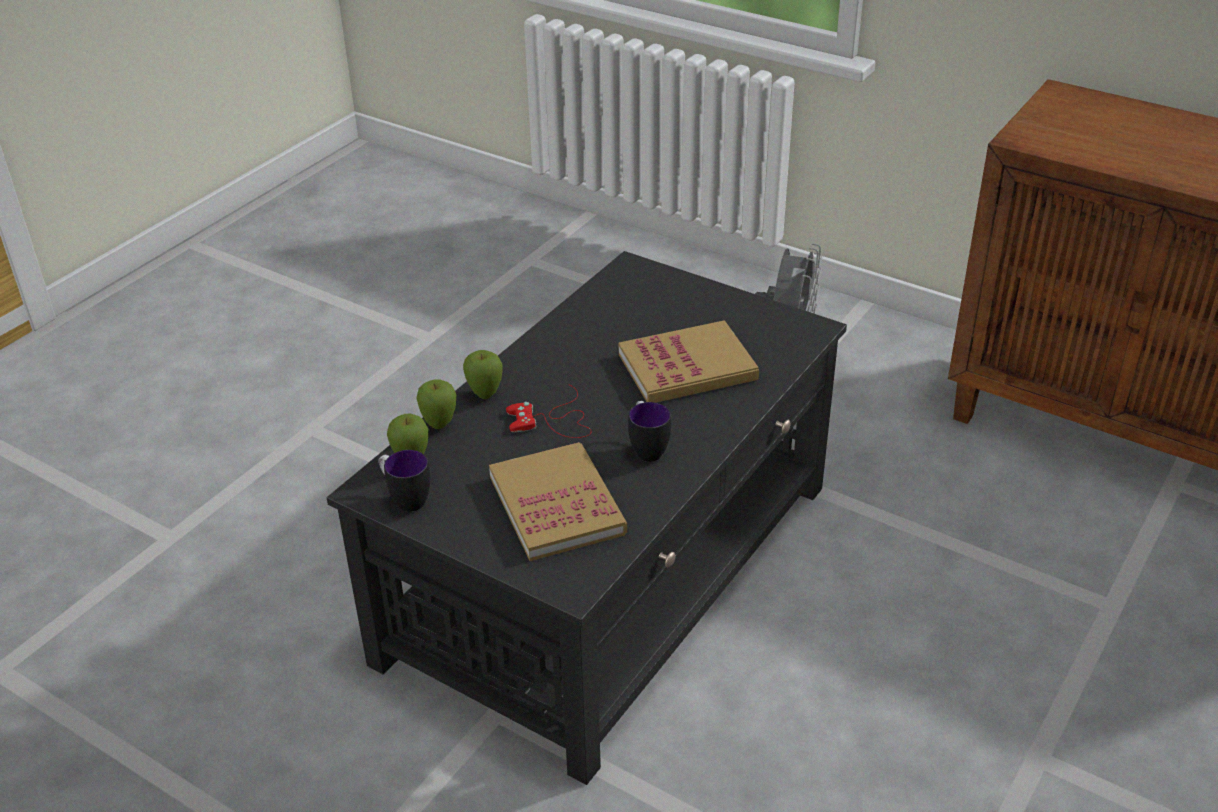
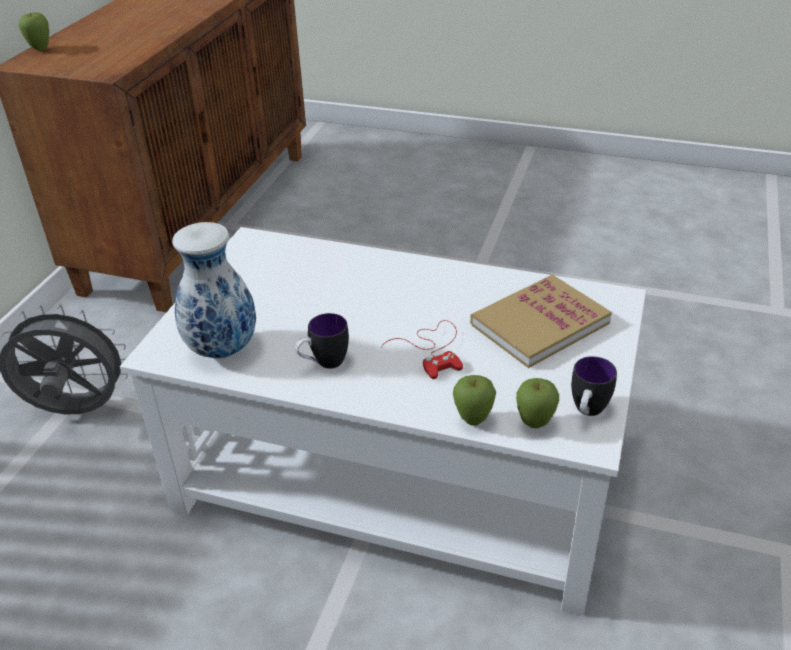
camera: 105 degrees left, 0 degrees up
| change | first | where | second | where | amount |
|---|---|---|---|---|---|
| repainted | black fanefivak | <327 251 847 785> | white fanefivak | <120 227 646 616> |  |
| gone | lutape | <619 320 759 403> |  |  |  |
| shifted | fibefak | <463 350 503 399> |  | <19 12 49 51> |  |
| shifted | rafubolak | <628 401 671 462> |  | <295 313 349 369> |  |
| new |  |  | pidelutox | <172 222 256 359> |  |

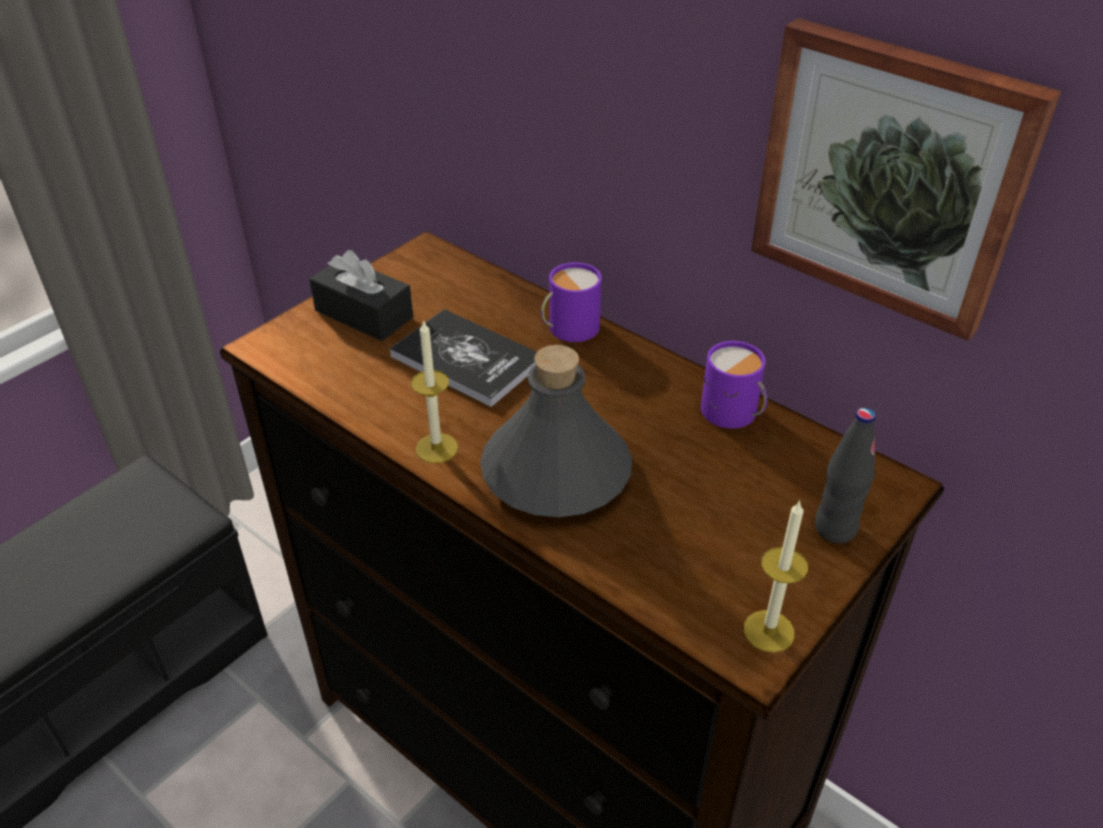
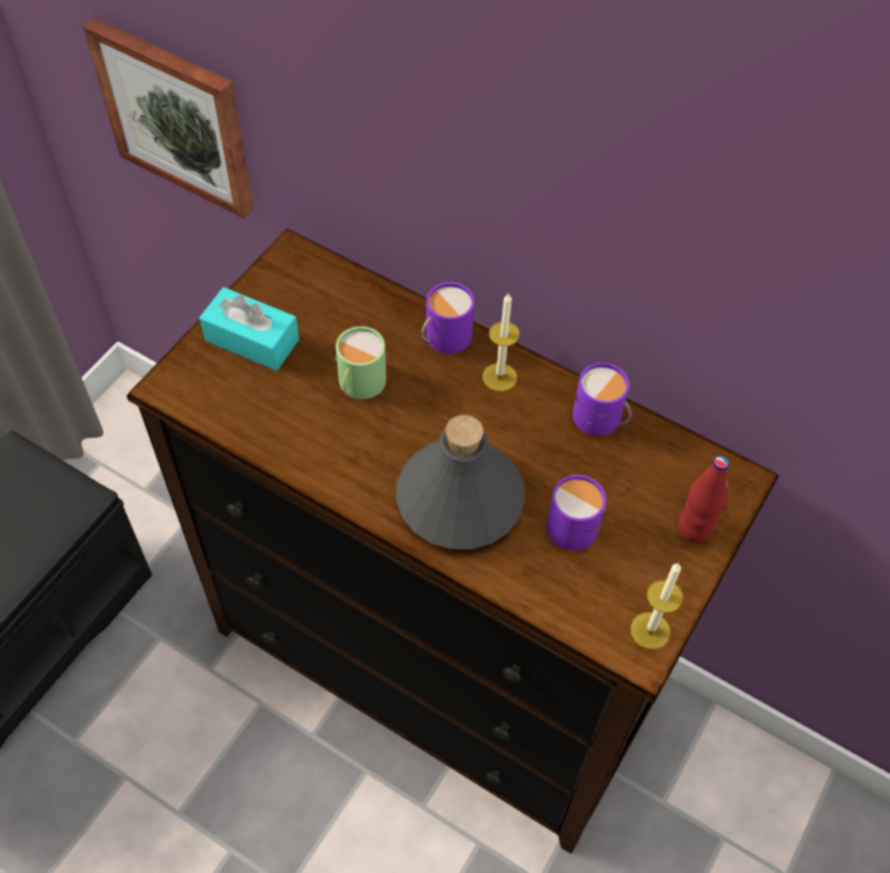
camera: 10 degrees left, 15 degrees up
| change | first | where | second | where | amount |
|---|---|---|---|---|---|
| shifted | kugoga | <751 18 1061 341> |  | <83 17 253 219> |  |
| repainted | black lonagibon | <309 250 413 341> | turquoise lonagibon | <199 287 299 371> |  |
| swapped | lutape | <390 309 537 407> | green rafubolak | <335 326 386 399> |  |
| shifted | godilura | <411 319 458 463> |  | <483 292 520 392> |  |
| repainted | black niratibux | <815 408 876 543> | red niratibux | <678 456 729 543> |  |
| new |  |  | purple rafubolak | <547 475 606 551> |  |

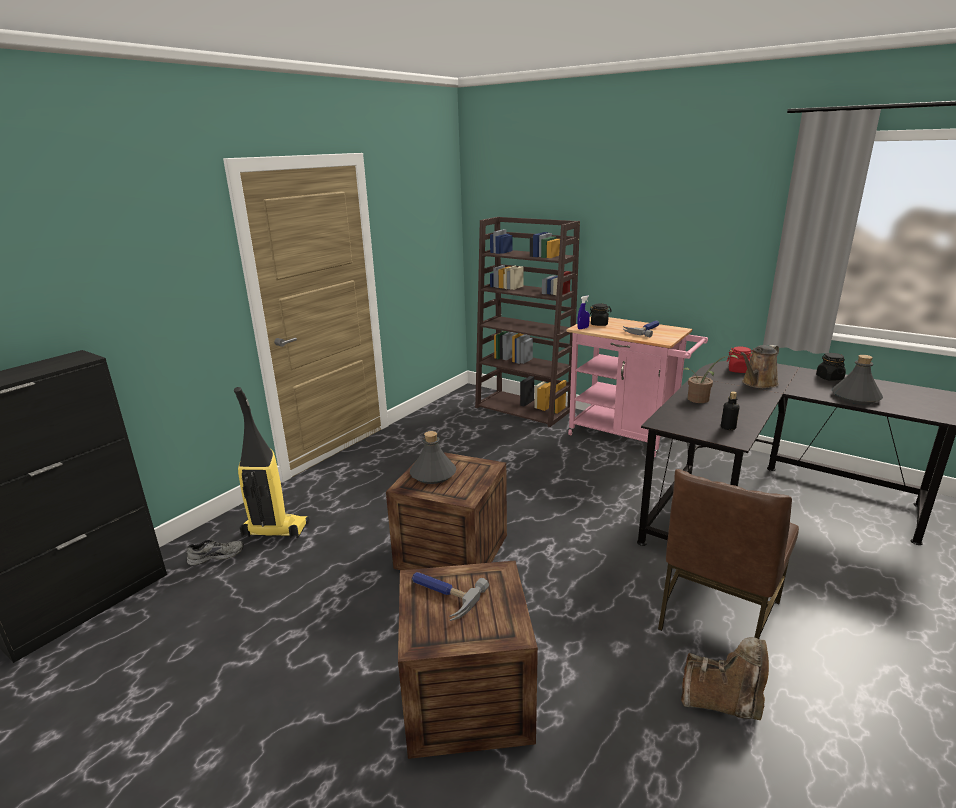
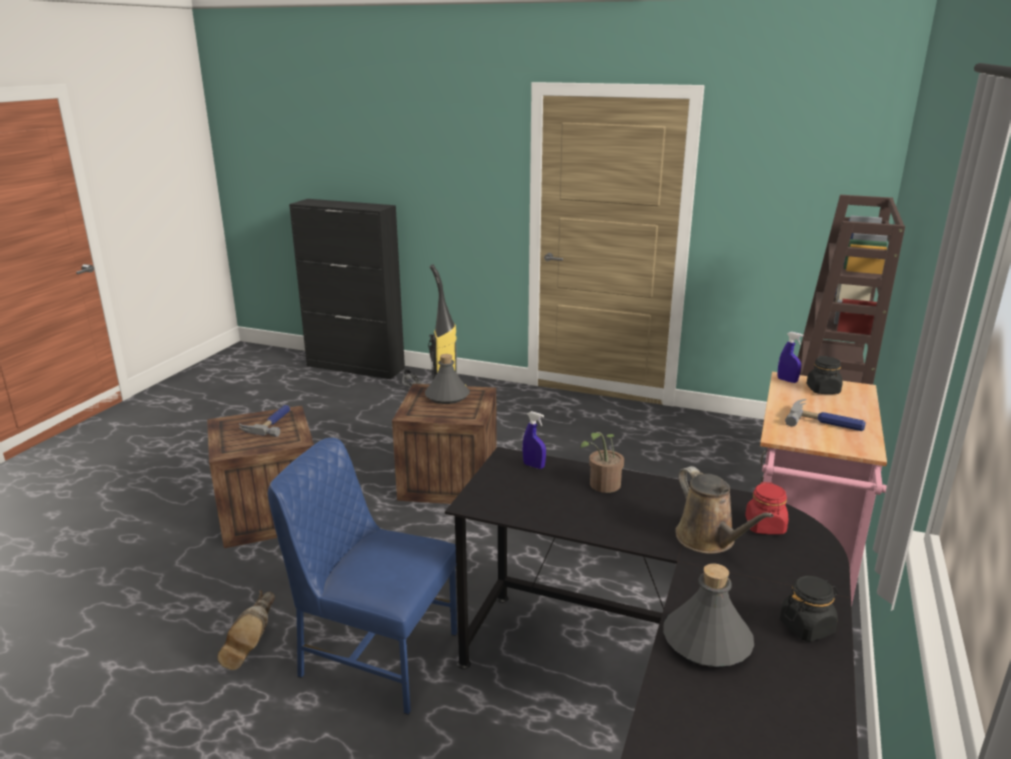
camera: 75 degrees right, 0 degrees up
| change | first | where | second | where | amount |
|---|---|---|---|---|---|
| rotated | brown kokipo | <741 345 779 389> |  | <676 466 774 554> | 150 degrees counterclockwise |
| gone | niratibux | <721 391 740 430> |  |  |  |
| repainted | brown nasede | <658 469 799 639> | blue nasede | <268 438 457 715> |  |
| new |  |  | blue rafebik | <522 411 546 469> |  |

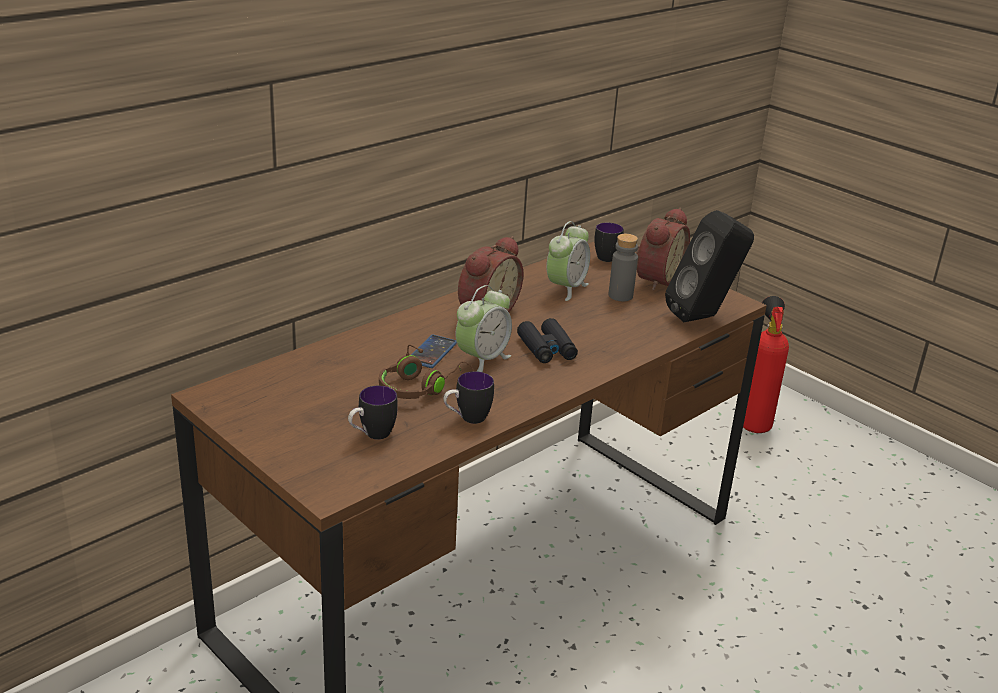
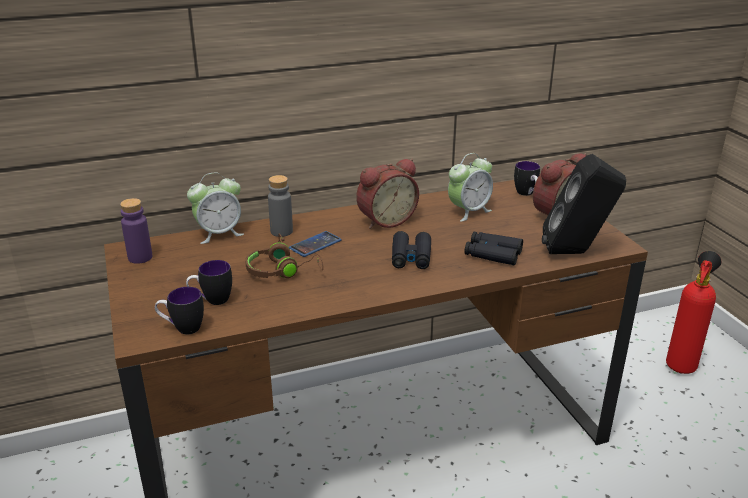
camera: 25 degrees right, 0 degrees up
| change | first | where | second | where | amount |
|---|---|---|---|---|---|
| shifted | grey niratibux | <609 234 638 301> |  | <268 175 293 237> |  |
| shifted | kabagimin | <456 285 512 372> |  | <187 172 244 244> |  |
| shifted | rafubolak | <443 371 494 424> |  | <155 287 204 335> |  |
| new |  |  | purple niratibux | <120 198 153 264> |  |
| new |  |  | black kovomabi | <465 232 523 265> |  |

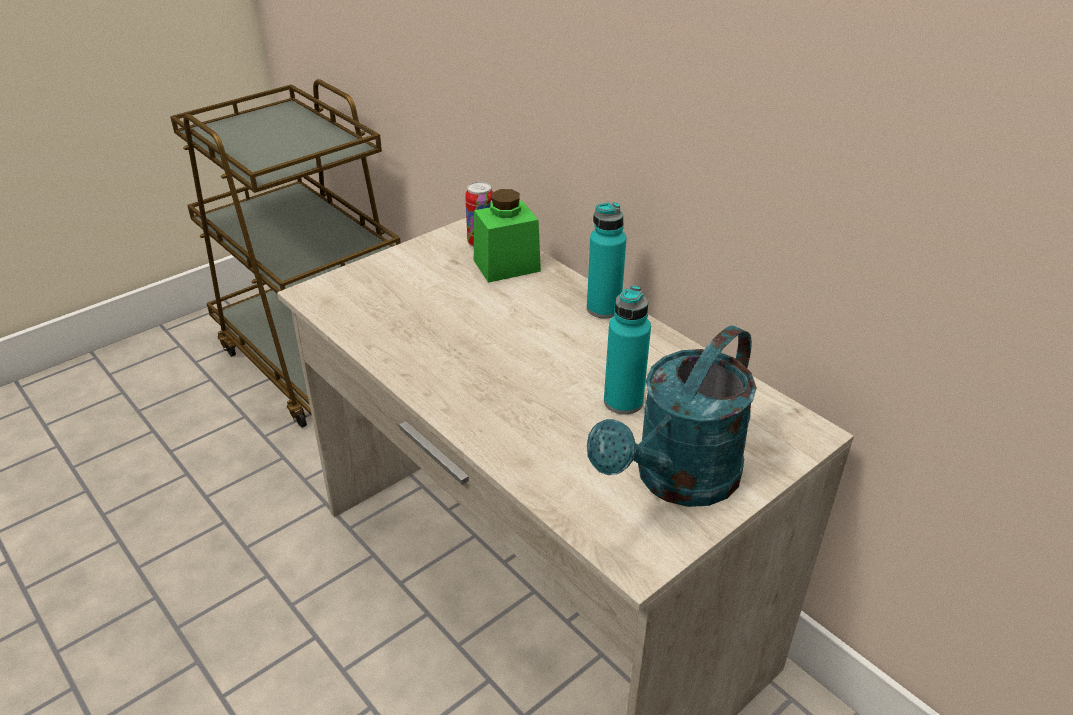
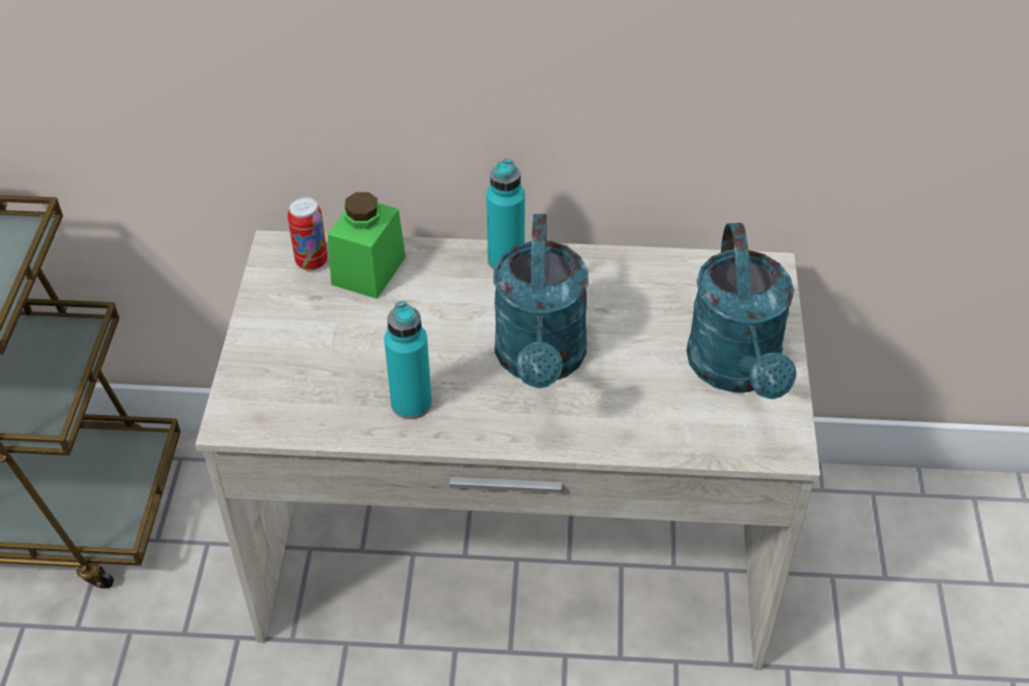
camera: 45 degrees left, 10 degrees up
| change | first | where | second | where | amount |
|---|---|---|---|---|---|
| shifted | turquoise niratibux | <604 285 651 415> |  | <384 301 432 419> |  |
| new |  |  | turquoise kokipo | <493 214 588 388> |  |

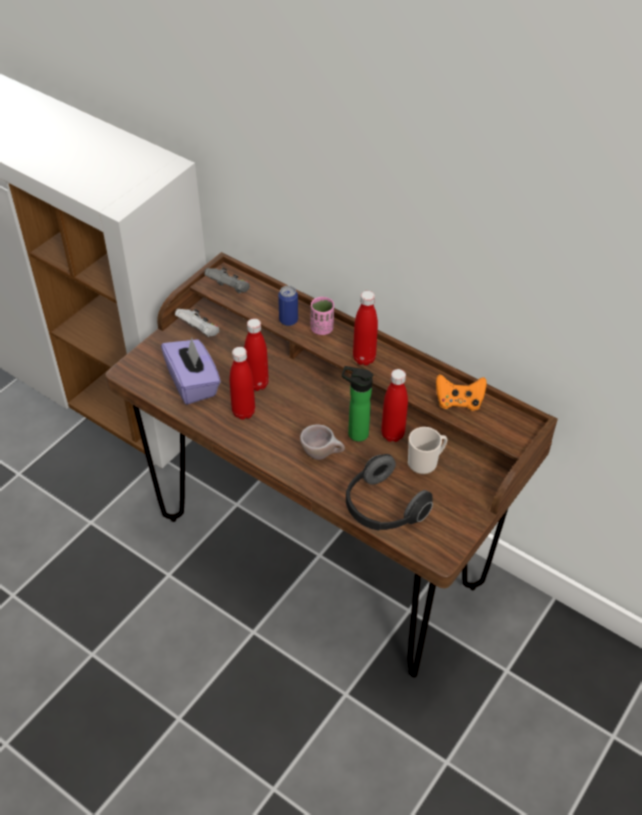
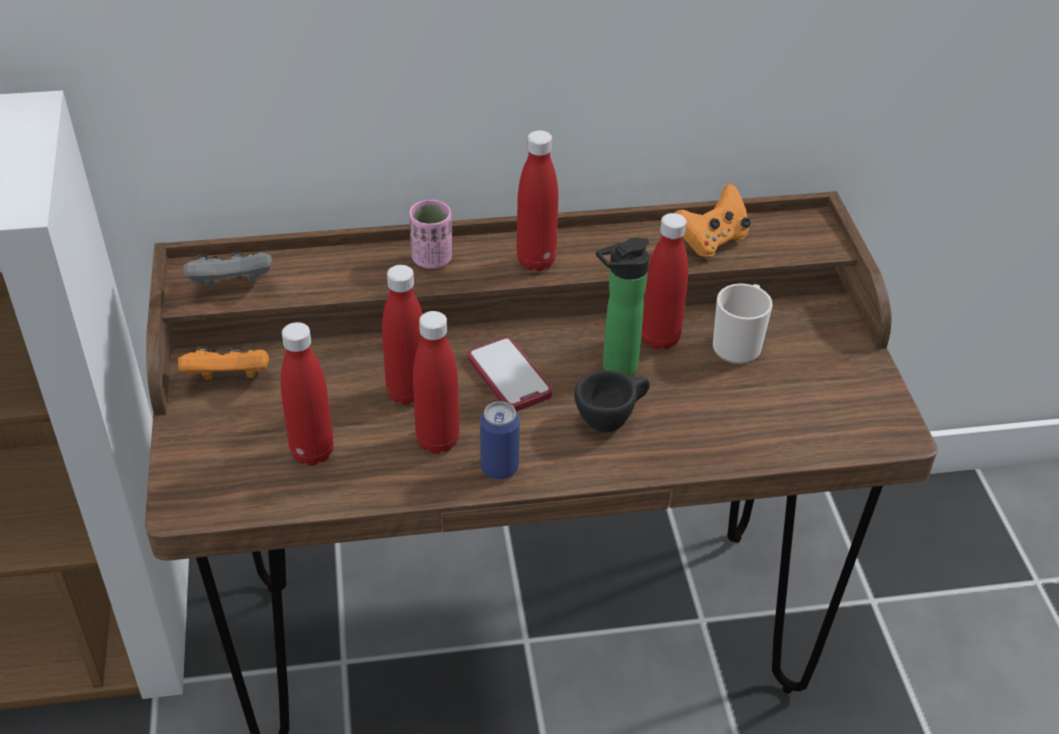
camera: 45 degrees left, 5 degrees down
| change | first | where | second | where | amount |
|---|---|---|---|---|---|
| shifted | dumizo | <278 286 298 326> |  | <480 401 520 480> |  |
| repainted | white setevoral | <175 309 219 337> | orange setevoral | <178 346 269 380> |  |
| swapped | purple lonagibon | <161 338 221 405> | red niratibux | <281 322 334 466> |  |
| repainted | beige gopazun | <300 424 345 460> | black gopazun | <574 370 650 432> |  |
| gone | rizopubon | <346 454 433 530> |  |  |  |
| new |  |  | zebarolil | <468 337 552 412> |  |

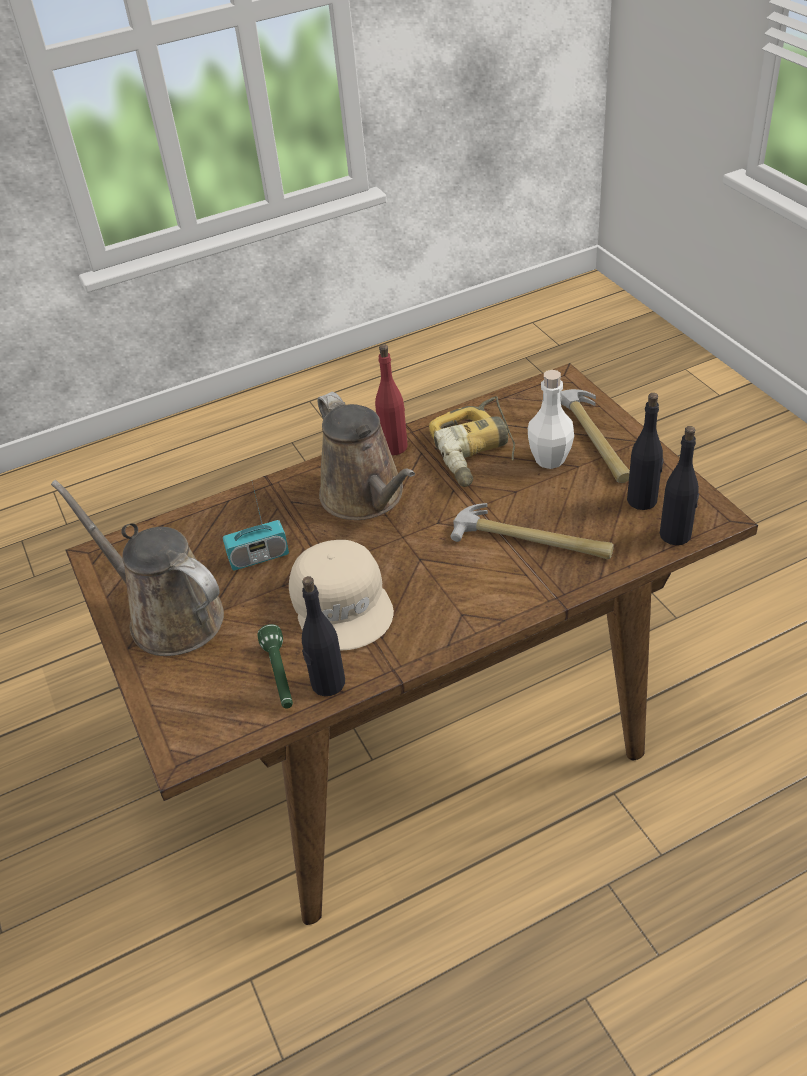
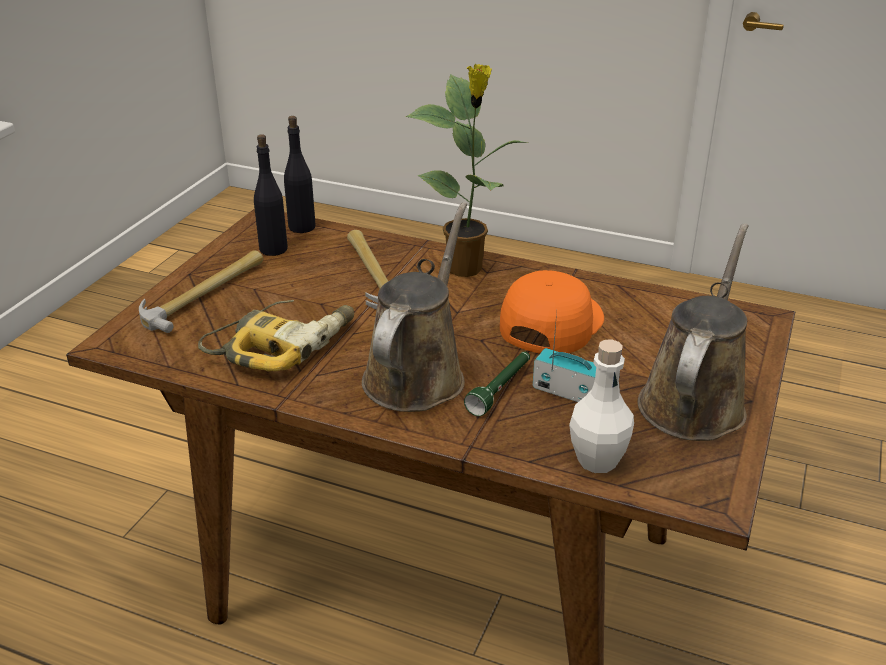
camera: 135 degrees left, 10 degrees down
| change | first | where | second | where | amount |
|---|---|---|---|---|---|
| gone | red niratibux | <375 344 408 455> |  |  |  |
| shifted | white niratibux | <528 370 574 469> |  | <569 340 634 473> |  |
| rotated | brown kokipo | <51 480 224 656> |  | <637 223 749 441> | 150 degrees counterclockwise |
| repainted | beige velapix | <289 540 394 651> | orange velapix | <500 270 604 354> |  |
| gone | black niratibux | <302 576 345 696> |  |  |  |
| shifted | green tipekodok | <257 624 293 709> |  | <464 351 530 416> |  |
| new |  |  | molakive | <405 64 527 277> |  |

